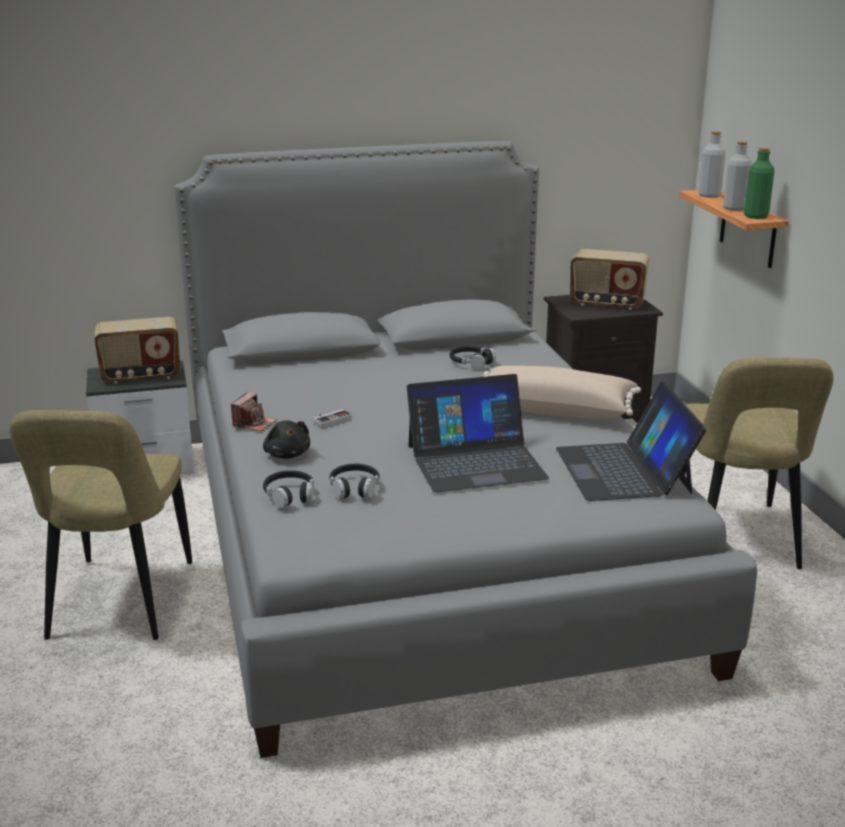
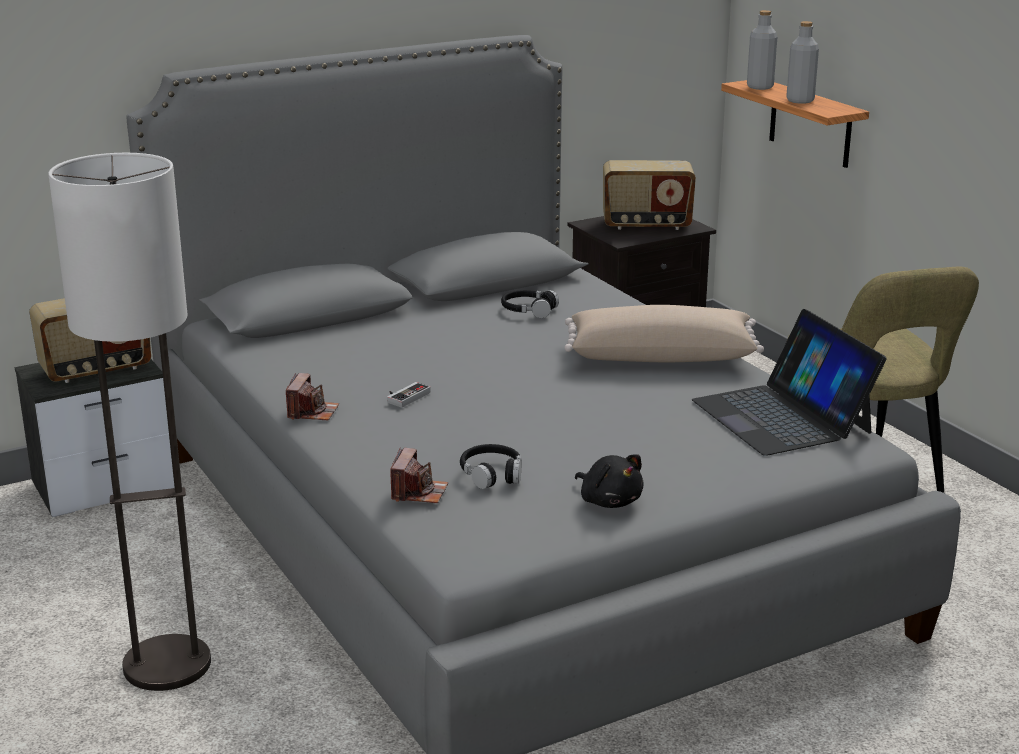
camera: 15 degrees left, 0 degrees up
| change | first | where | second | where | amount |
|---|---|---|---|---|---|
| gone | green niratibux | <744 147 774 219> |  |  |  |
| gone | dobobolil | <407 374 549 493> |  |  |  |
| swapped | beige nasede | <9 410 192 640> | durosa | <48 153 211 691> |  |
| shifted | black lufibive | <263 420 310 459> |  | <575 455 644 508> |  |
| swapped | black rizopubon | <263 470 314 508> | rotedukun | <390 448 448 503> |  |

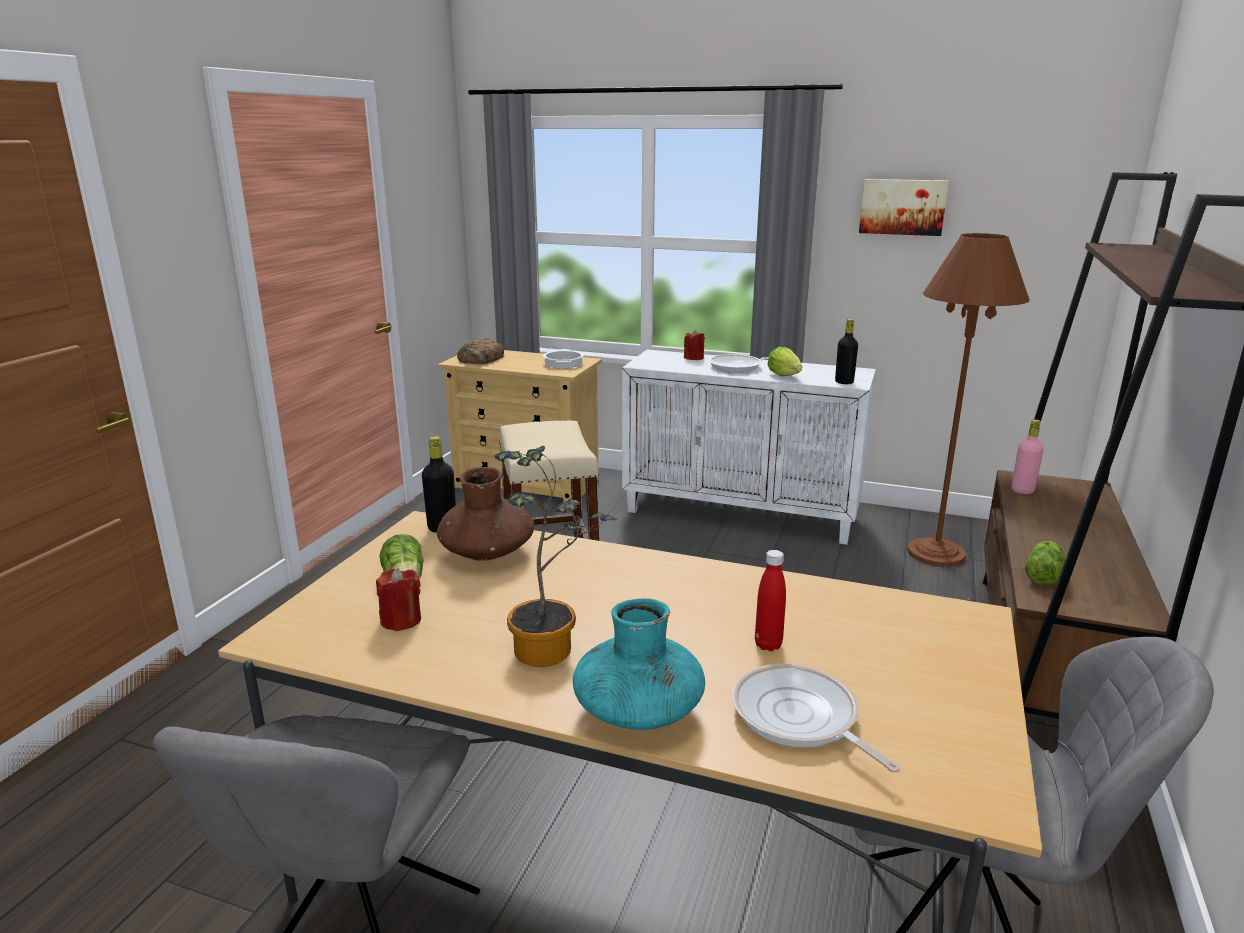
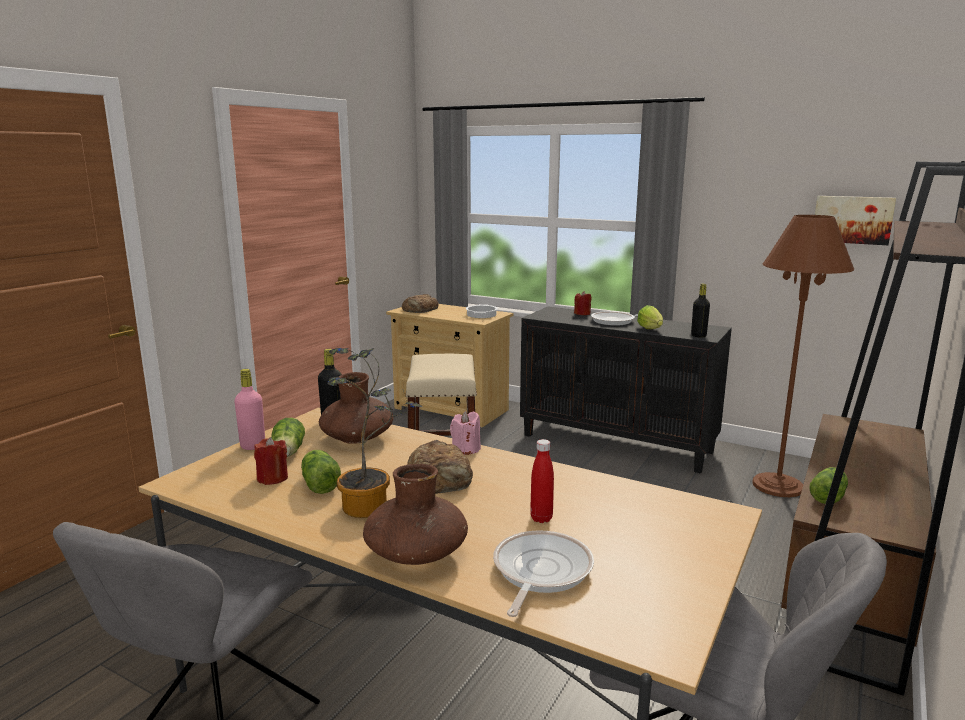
camera: 10 degrees right, 5 degrees down
| change | first | where | second | where | amount |
|---|---|---|---|---|---|
| shifted | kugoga | <859 179 949 236> |  | <815 196 896 245> |  |
| repainted | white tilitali | <622 350 876 545> | black tilitali | <520 307 732 473> |  |
| shifted | pink niratibux | <1012 420 1044 494> |  | <234 369 265 450> |  |
| repainted | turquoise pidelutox | <573 598 705 730> | brown pidelutox | <363 464 468 565> |  |
| rotated | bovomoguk | <732 664 900 772> |  | <493 530 594 617> | 45 degrees clockwise |
| new |  |  | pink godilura | <450 411 481 455> |  |
| new |  |  | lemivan | <407 440 473 494> |  |
| new |  |  | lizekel | <301 450 341 494> |  |

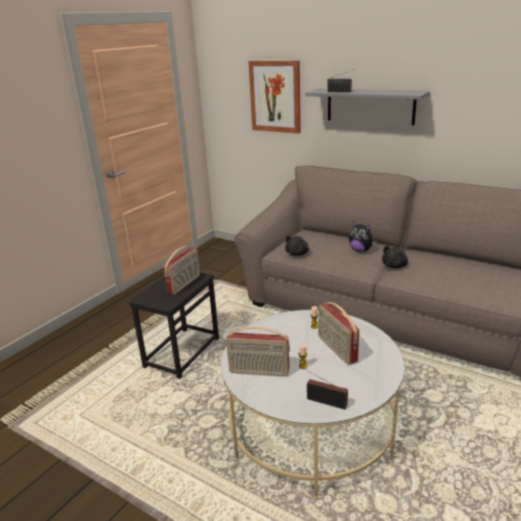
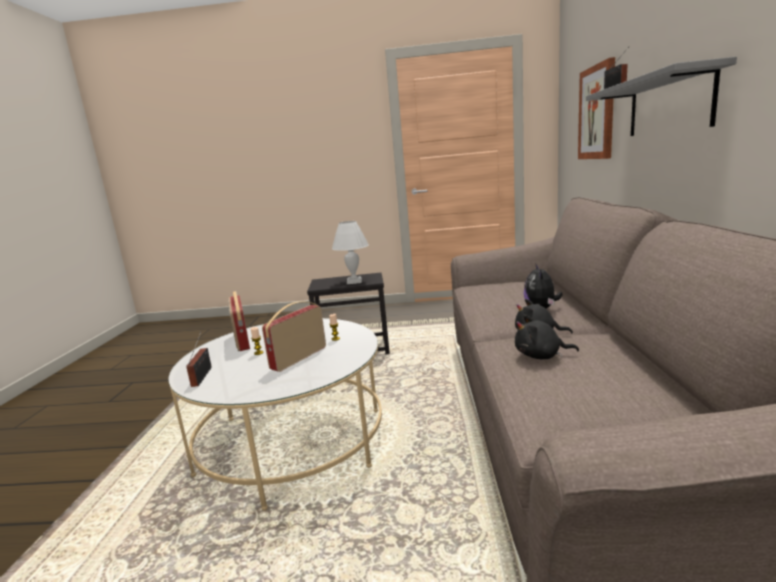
camera: 60 degrees right, 10 degrees down
| change | first | where | second | where | amount |
|---|---|---|---|---|---|
| shifted | black lufibive | <285 236 309 256> |  | <515 315 579 359> |  |
| swapped | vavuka | <163 246 200 295> | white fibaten | <332 221 369 284> |  |

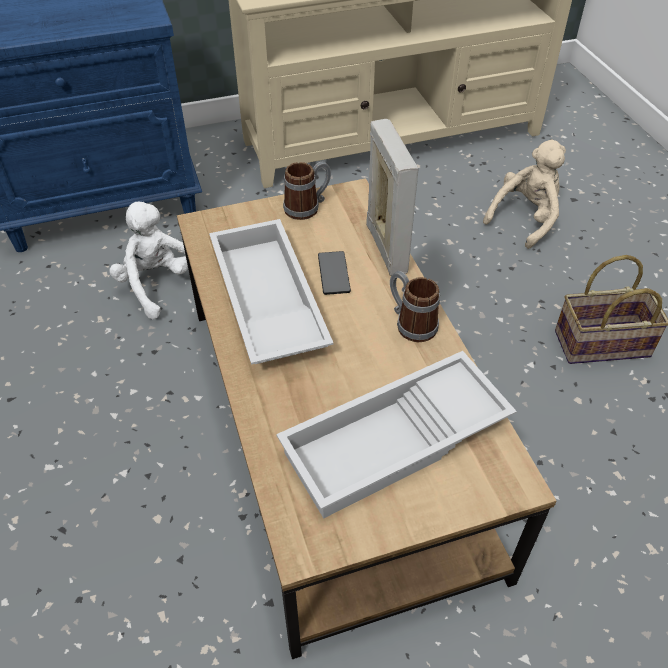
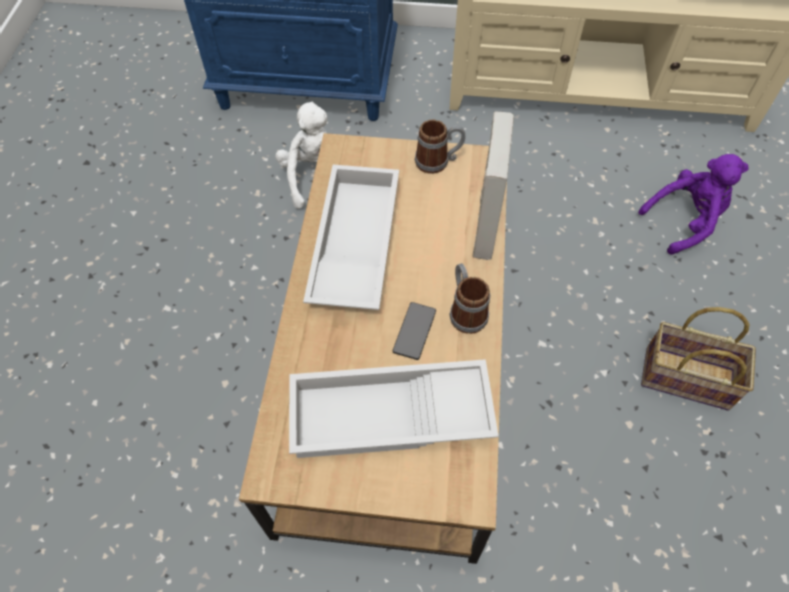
camera: 25 degrees right, 10 degrees up
| change | first | where | second | where | amount |
|---|---|---|---|---|---|
| repainted | beige lufibive | <483 140 566 249> | purple lufibive | <638 154 748 254> |  |
| shifted | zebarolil | <318 251 351 295> |  | <393 302 436 360> |  |

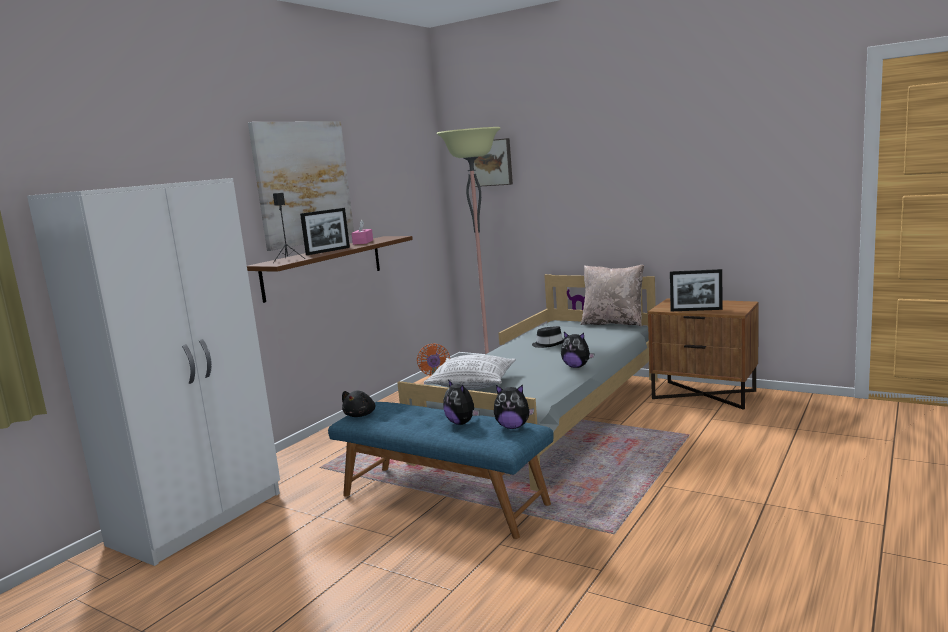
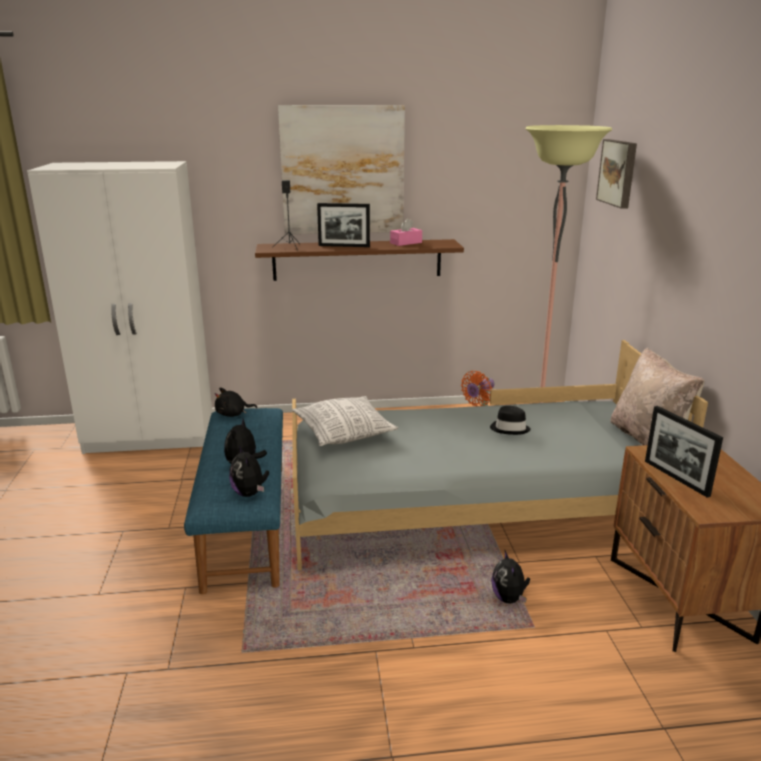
camera: 50 degrees right, 10 degrees up
| change | first | where | second | where | amount |
|---|---|---|---|---|---|
| shifted | lufibive | <561 332 595 368> |  | <491 551 530 603> |  |

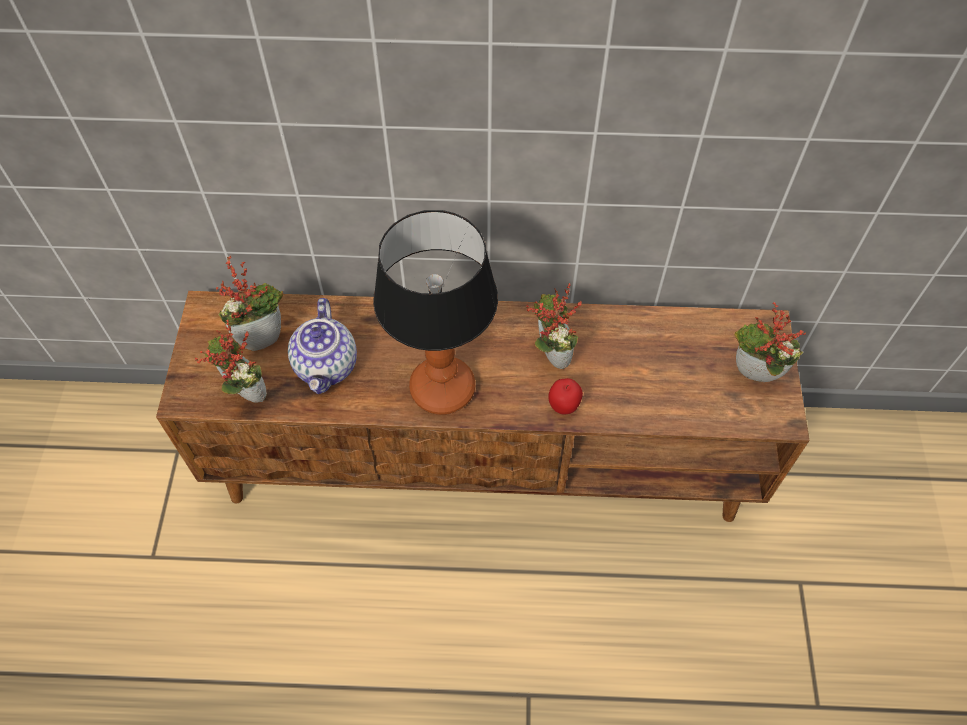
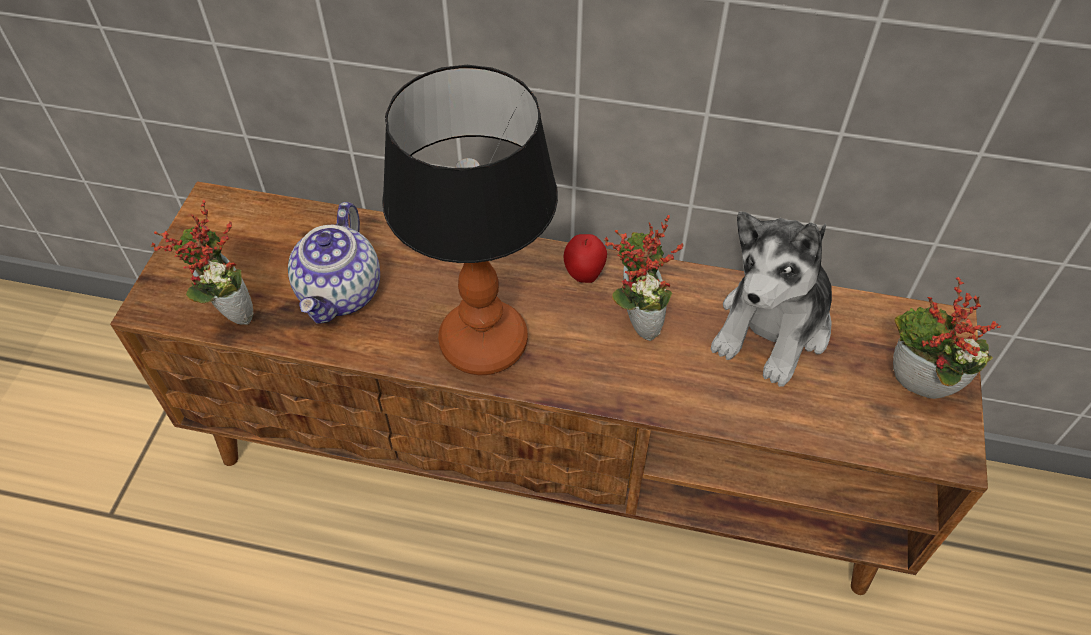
camera: 10 degrees right, 5 degrees down
| change | first | where | second | where | amount |
|---|---|---|---|---|---|
| gone | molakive | <216 256 283 351> |  |  |  |
| shifted | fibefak | <548 378 583 414> |  | <564 234 607 283> |  |
| new |  |  | lufibive | <710 211 832 387> |  |

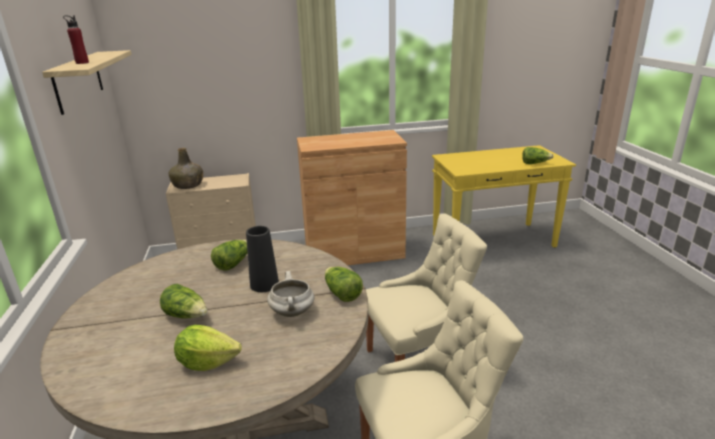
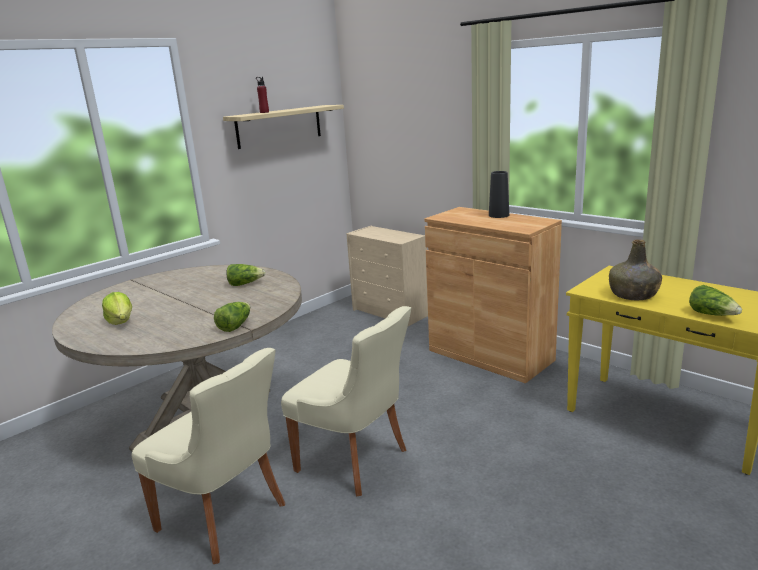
camera: 55 degrees right, 5 degrees down
| change | first | where | second | where | amount |
|---|---|---|---|---|---|
| shifted | green niratibux | <169 148 203 189> |  | <609 239 662 301> |  |
| shifted | black pidelutox | <246 226 279 292> |  | <489 171 509 218> |  |
| gone | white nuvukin | <267 271 314 317> |  |  |  |
| gone | lizekel | <160 284 208 318> |  |  |  |

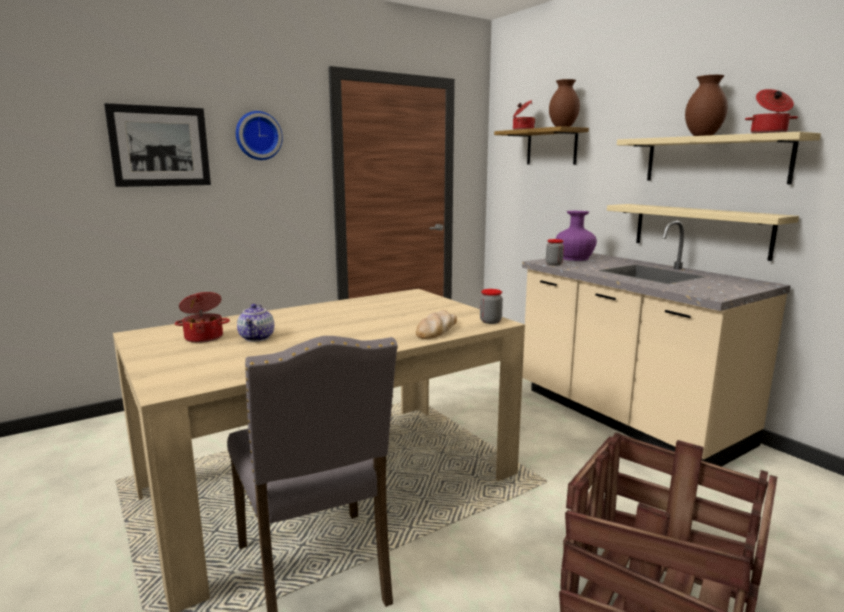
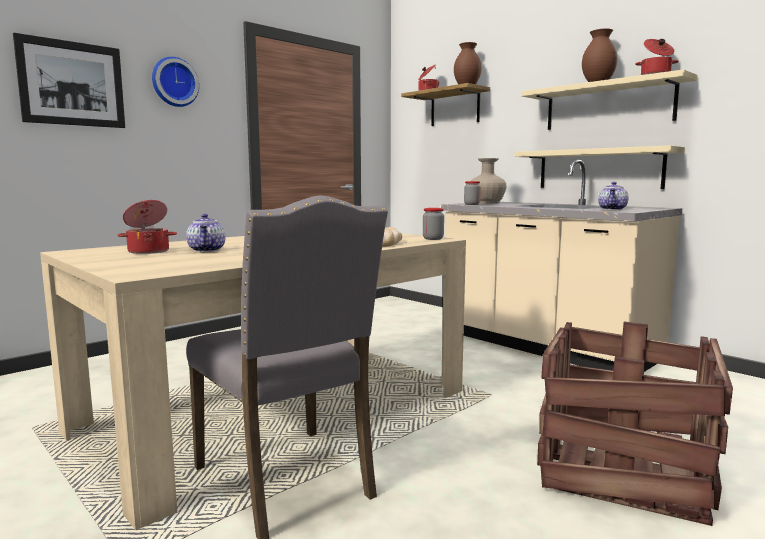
camera: 10 degrees left, 5 degrees down
| change | first | where | second | where | amount |
|---|---|---|---|---|---|
| repainted | purple pidelutox | <556 211 597 261> | beige pidelutox | <471 158 507 204> |  |
| new |  |  | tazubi | <598 182 628 210> |  |

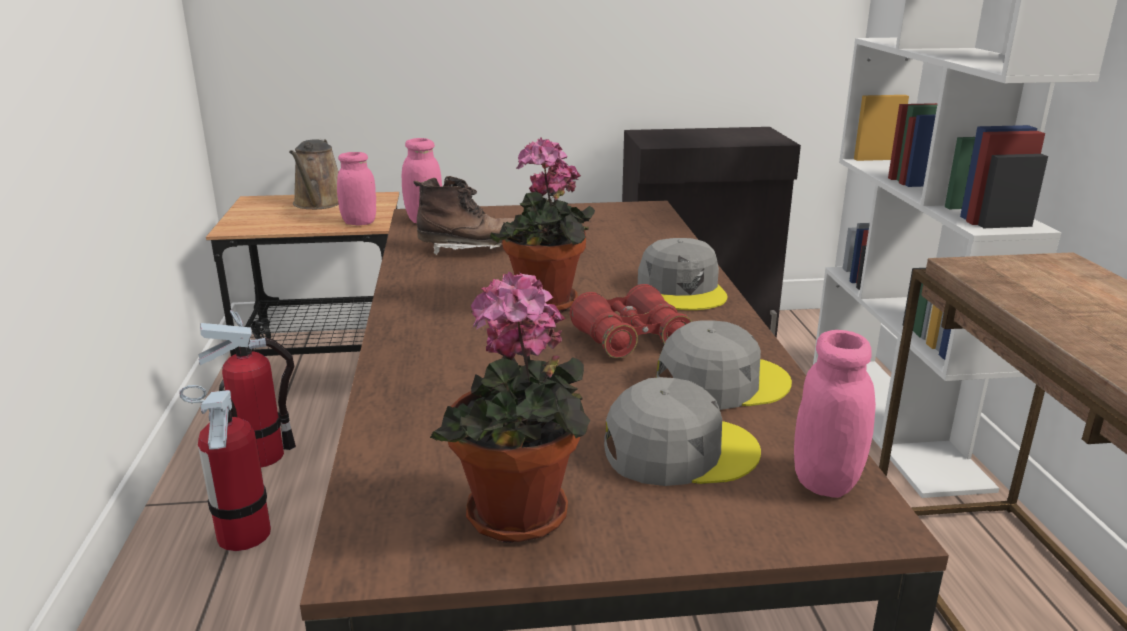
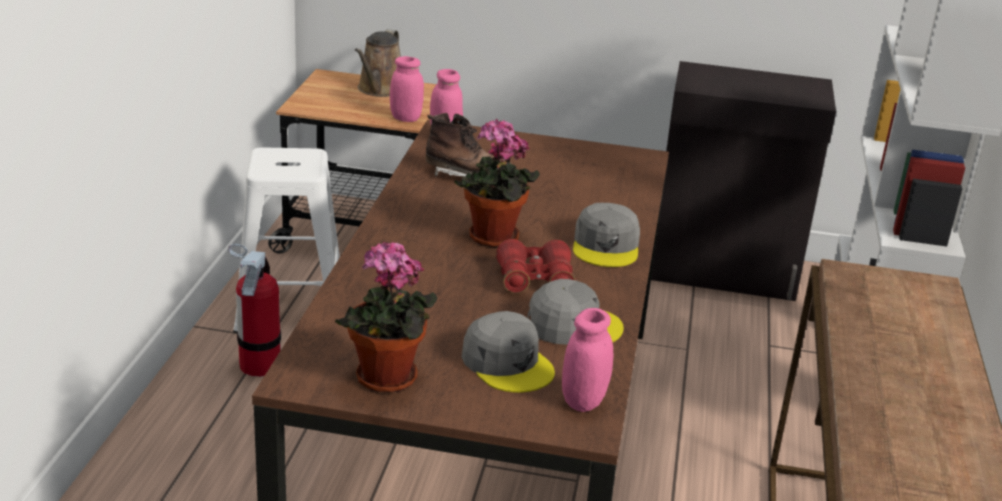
camera: 15 degrees right, 5 degrees up
| change | first | where | second | where | amount |
|---|---|---|---|---|---|
| swapped | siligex | <198 310 296 467> | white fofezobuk | <233 147 340 333> |  |
| rotated | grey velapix | <604 377 761 486> |  | <462 311 555 393> | 45 degrees clockwise |

